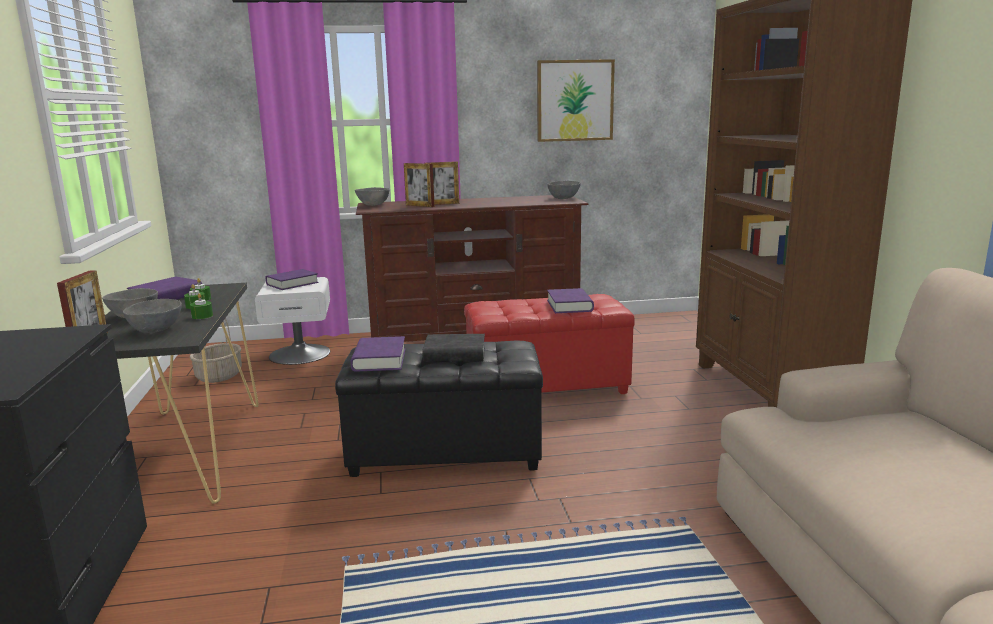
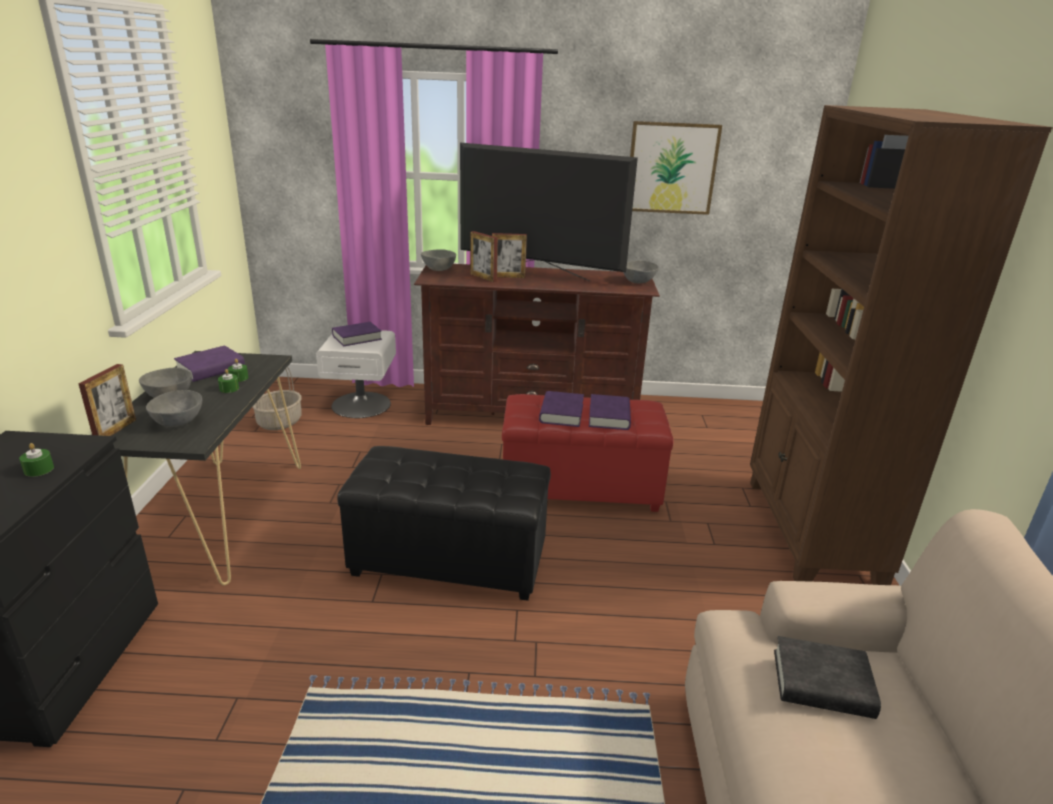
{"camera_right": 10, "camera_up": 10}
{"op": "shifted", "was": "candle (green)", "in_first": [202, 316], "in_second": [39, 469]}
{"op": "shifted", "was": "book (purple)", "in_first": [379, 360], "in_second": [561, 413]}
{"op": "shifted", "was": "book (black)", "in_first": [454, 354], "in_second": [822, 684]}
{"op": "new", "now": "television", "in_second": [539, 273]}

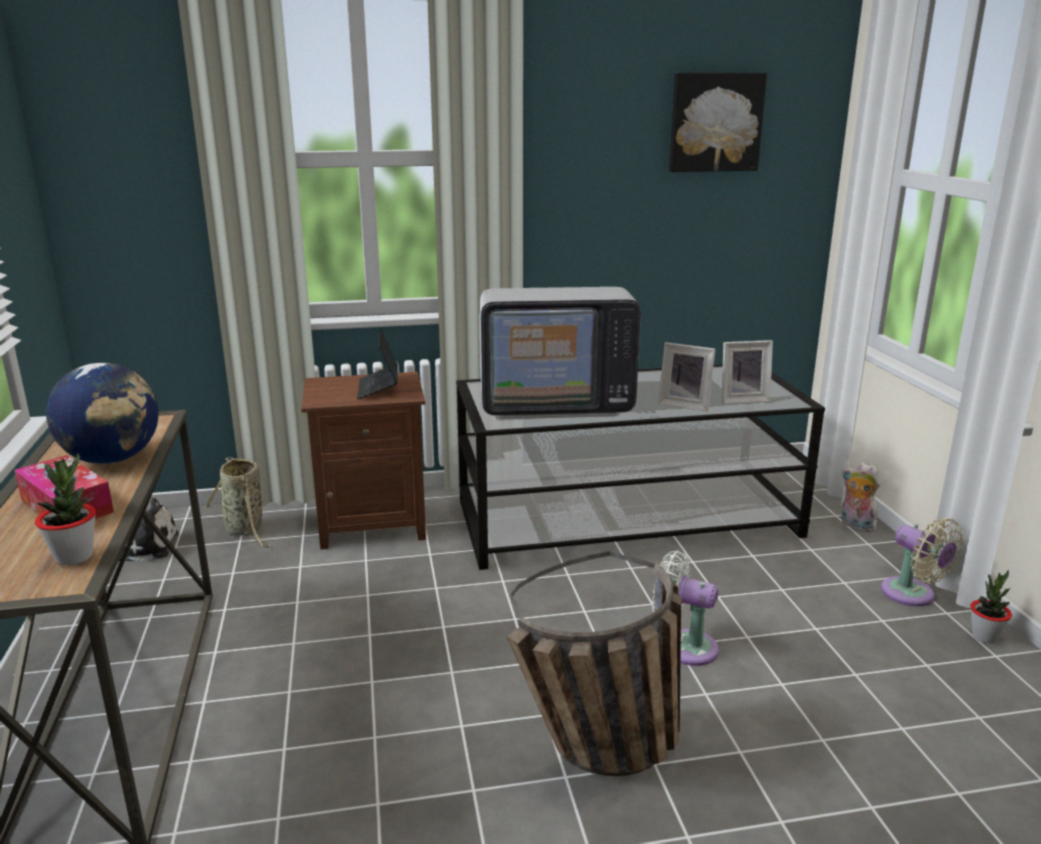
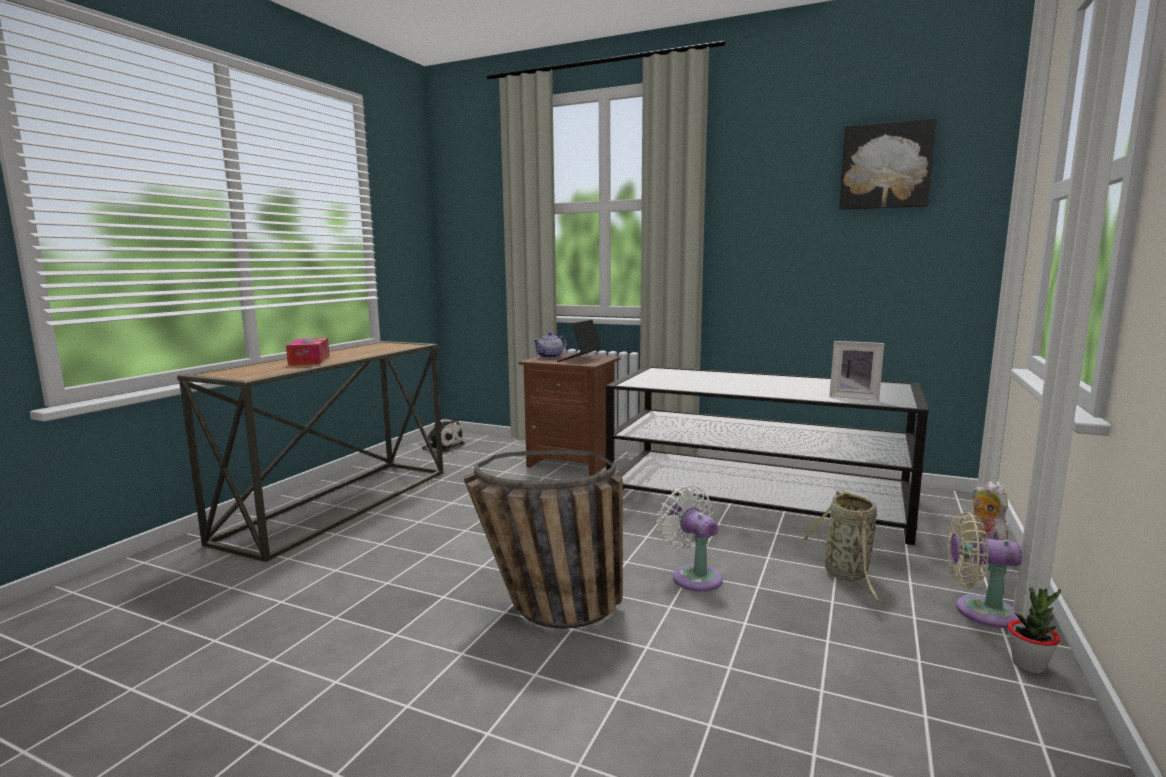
{"camera_right": 35, "camera_up": -10}
{"op": "gone", "was": "potted plant", "in_first": [74, 557]}
{"op": "gone", "was": "globe", "in_first": [113, 459]}
{"op": "shifted", "was": "basket", "in_first": [245, 530], "in_second": [847, 575]}
{"op": "gone", "was": "television", "in_first": [554, 403]}
{"op": "gone", "was": "picture frame", "in_first": [685, 404]}
{"op": "rotated", "was": "fan (beige)", "in_first": [912, 595], "in_second": [979, 611], "clockwise": 105}
{"op": "new", "now": "teapot", "in_second": [550, 357]}

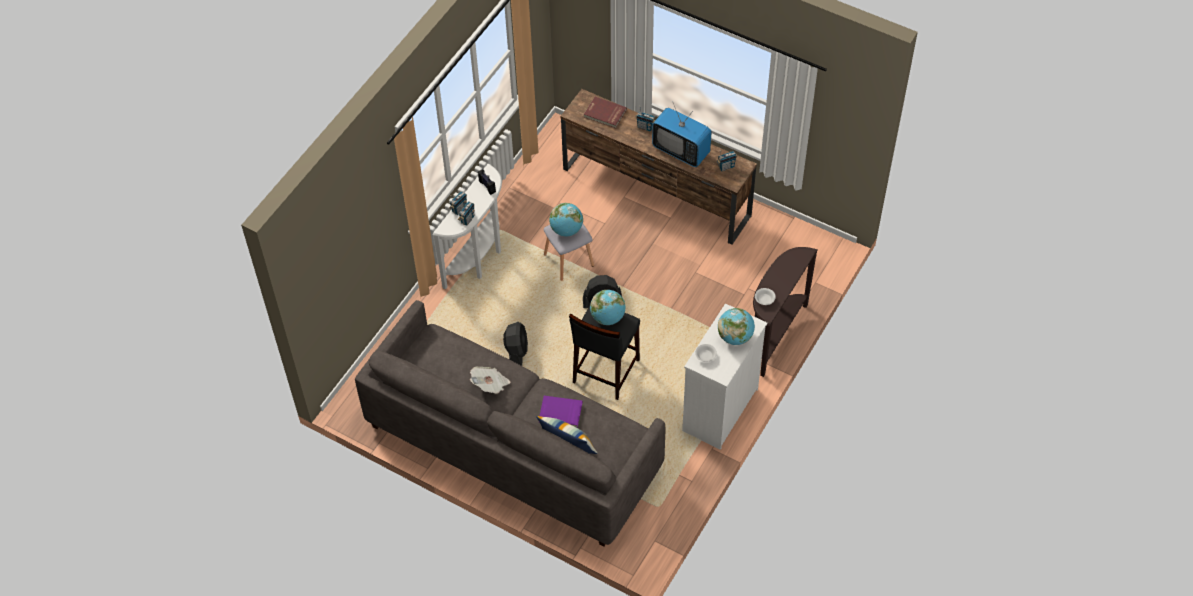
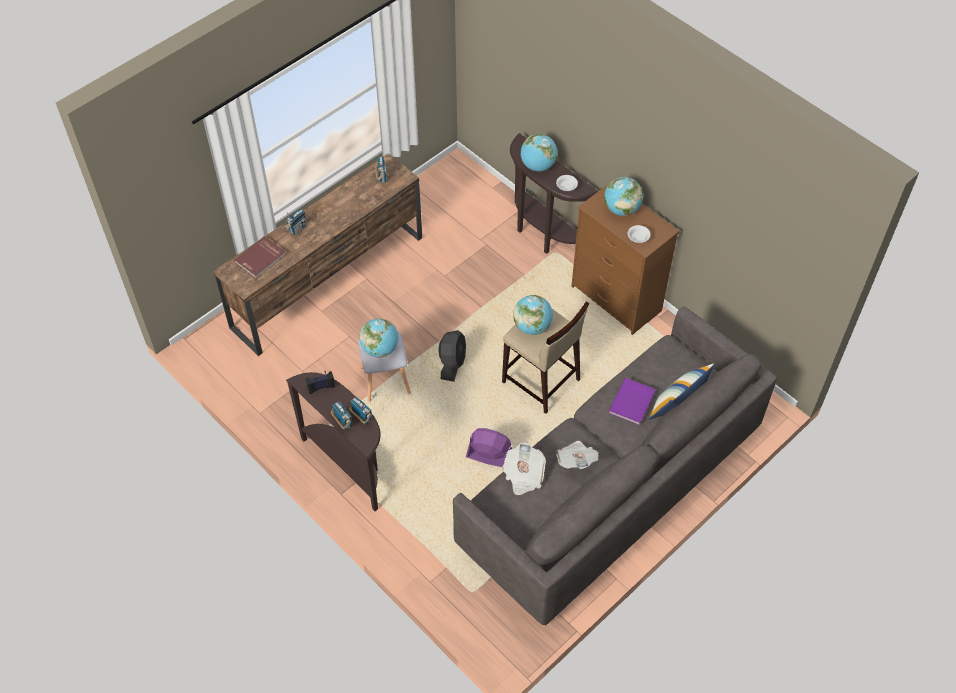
{"camera_right": -75, "camera_up": 0}
{"op": "repainted", "was": "console table (white)", "now": "console table (brown)", "in_first": [479, 259], "in_second": [349, 465]}
{"op": "repainted", "was": "fan (black)", "now": "fan (purple)", "in_first": [516, 352], "in_second": [489, 457]}
{"op": "repainted", "was": "stool (black)", "now": "stool (beige)", "in_first": [605, 371], "in_second": [541, 382]}
{"op": "gone", "was": "television", "in_first": [681, 150]}
{"op": "repainted", "was": "dresser (white)", "now": "dresser (brown)", "in_first": [719, 410], "in_second": [616, 299]}
{"op": "new", "now": "newspaper", "in_second": [523, 475]}
{"op": "new", "now": "globe", "in_second": [538, 166]}

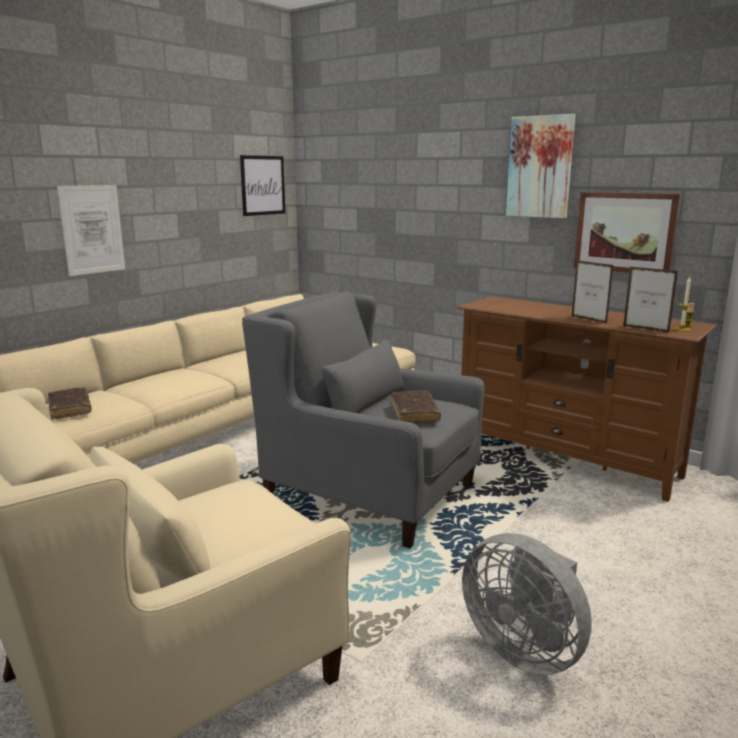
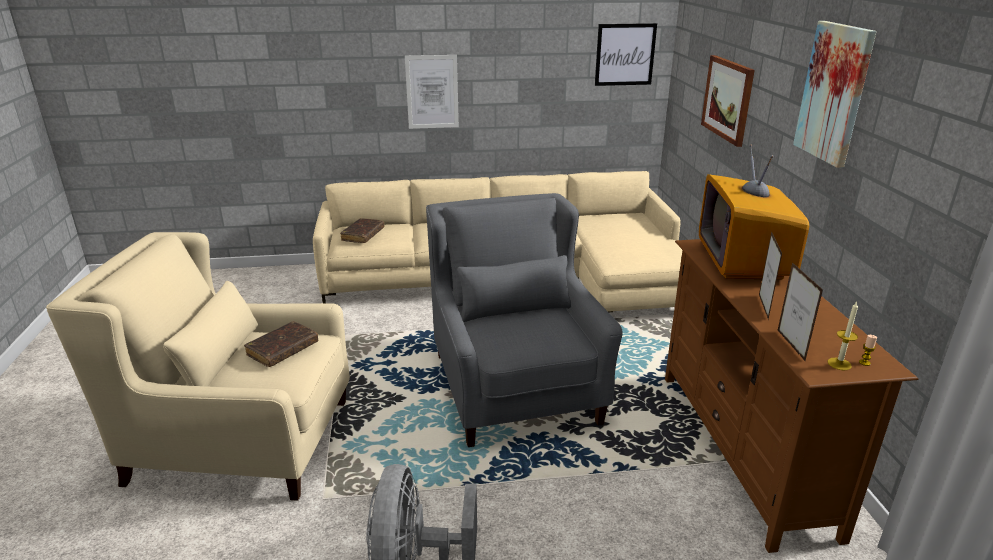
{"camera_right": 45, "camera_up": 10}
{"op": "shifted", "was": "book (brown)", "in_first": [414, 414], "in_second": [283, 350]}
{"op": "shifted", "was": "picture", "in_first": [624, 232], "in_second": [728, 99]}
{"op": "new", "now": "television", "in_second": [743, 262]}

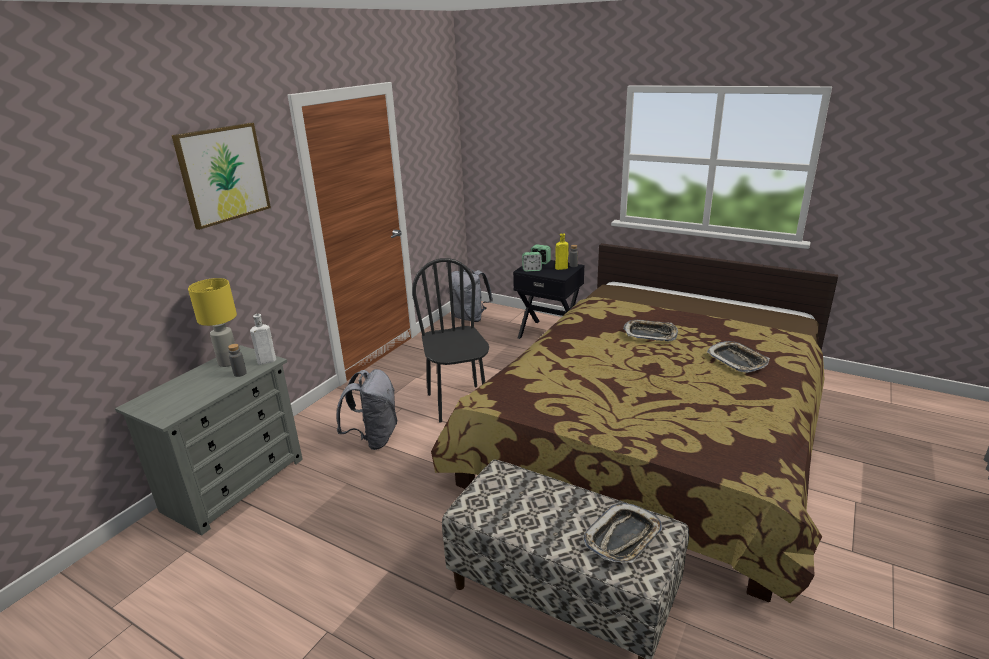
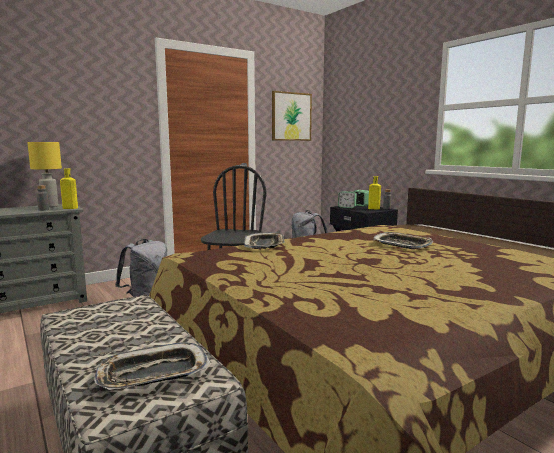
{"camera_right": 25, "camera_up": -15}
{"op": "shifted", "was": "picture", "in_first": [223, 174], "in_second": [291, 116]}
{"op": "repainted", "was": "bottle (white)", "now": "bottle (yellow)", "in_first": [265, 361], "in_second": [69, 208]}
{"op": "shifted", "was": "tray", "in_first": [737, 360], "in_second": [264, 245]}

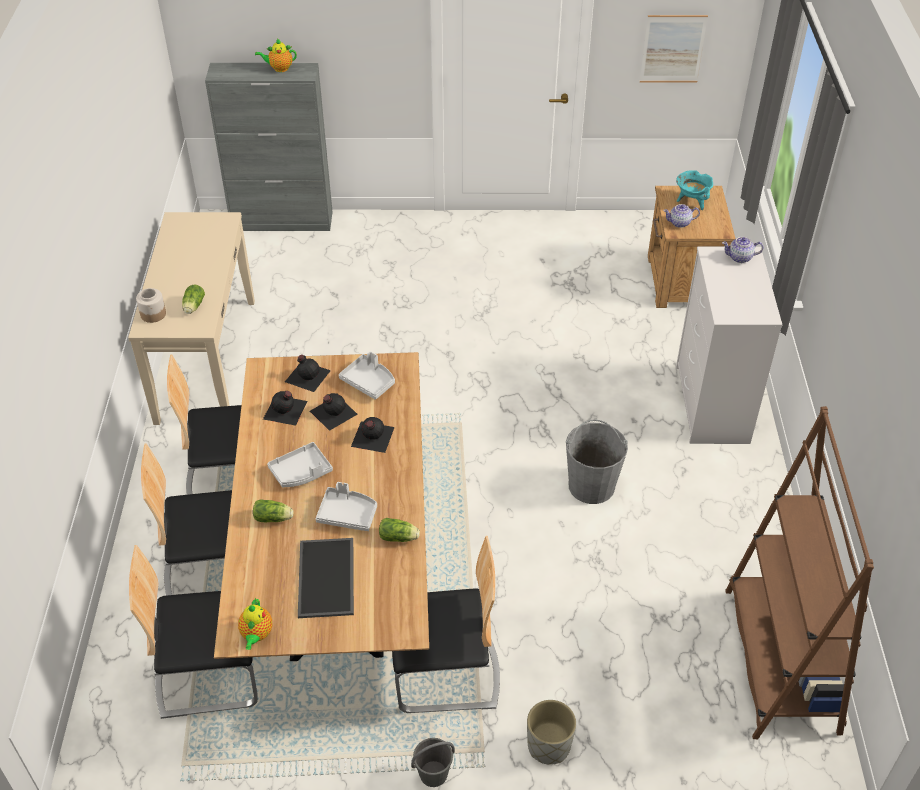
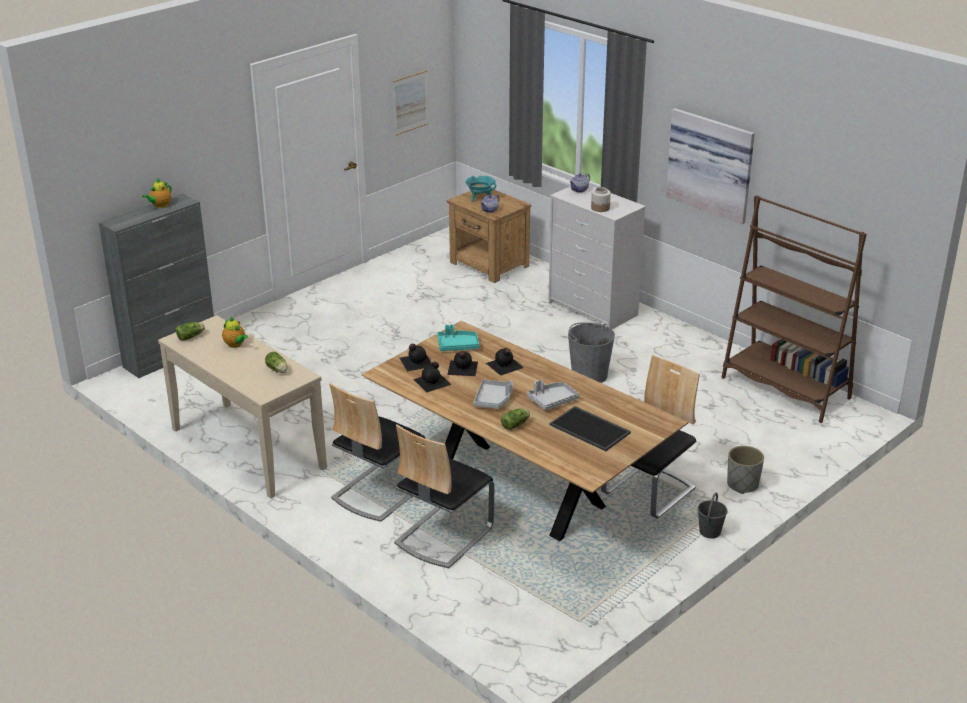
{"camera_right": -45, "camera_up": -15}
{"op": "gone", "was": "chair", "in_first": [209, 674]}
{"op": "shifted", "was": "jar", "in_first": [153, 314], "in_second": [600, 208]}
{"op": "shifted", "was": "teapot", "in_first": [256, 635], "in_second": [235, 345]}
{"op": "repainted", "was": "tray (grey)", "now": "tray (turquoise)", "in_first": [369, 382], "in_second": [457, 346]}
{"op": "shifted", "was": "lettuce", "in_first": [399, 537], "in_second": [191, 336]}
{"op": "new", "now": "picture", "in_second": [712, 164]}

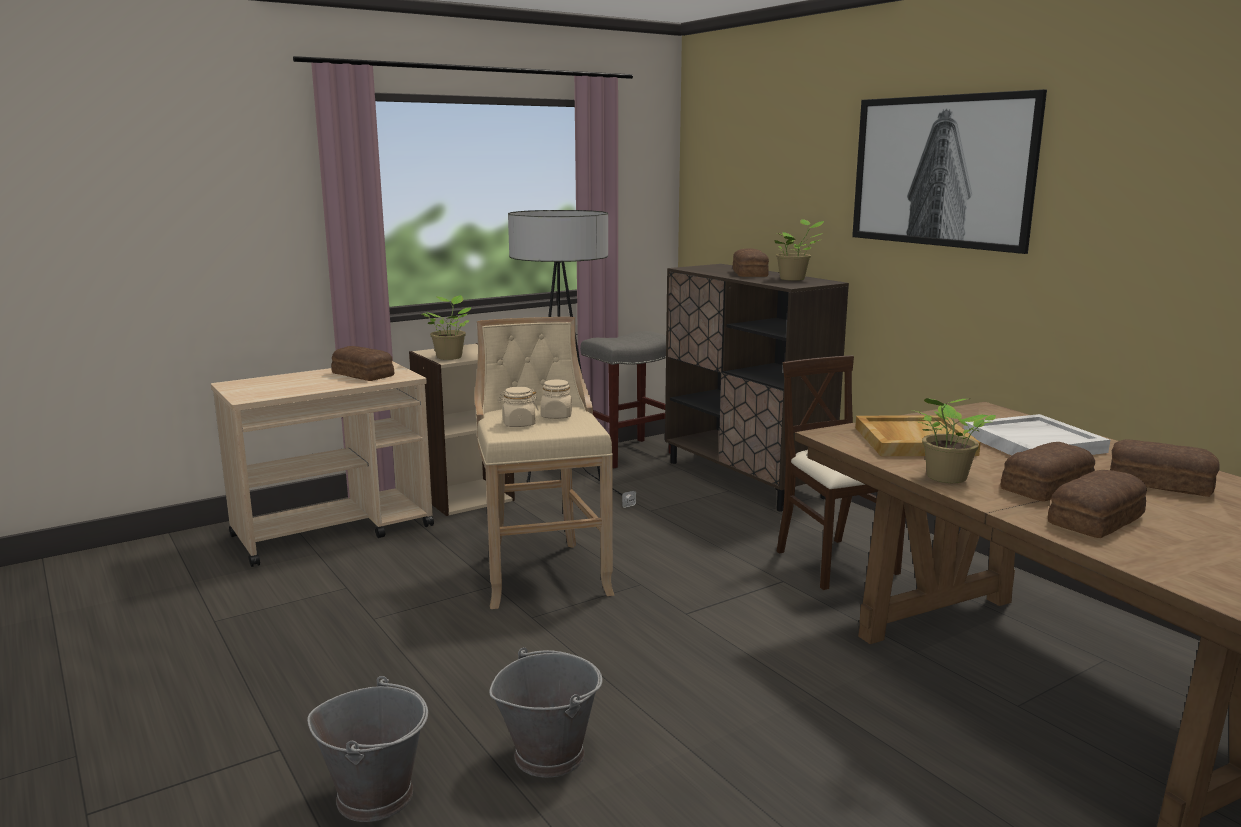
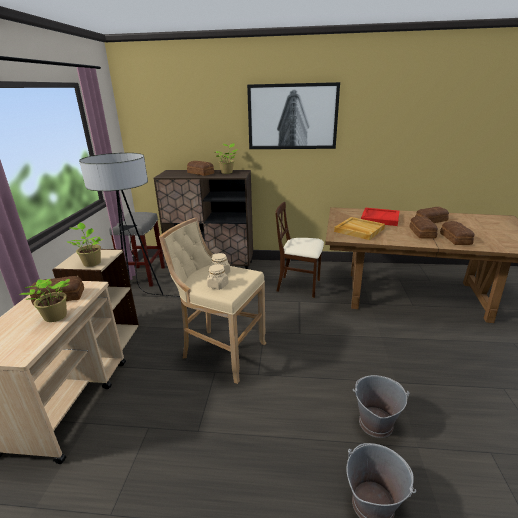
{"camera_right": -50, "camera_up": 10}
{"op": "shifted", "was": "potted plant", "in_first": [945, 478], "in_second": [55, 317]}
{"op": "repainted", "was": "tray (white)", "now": "tray (red)", "in_first": [1033, 443], "in_second": [379, 218]}

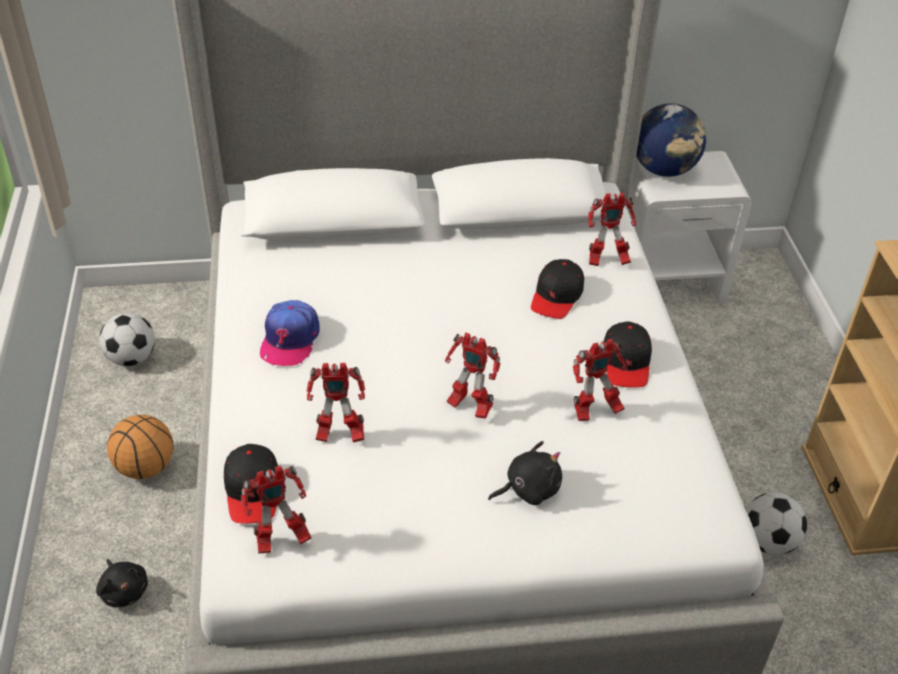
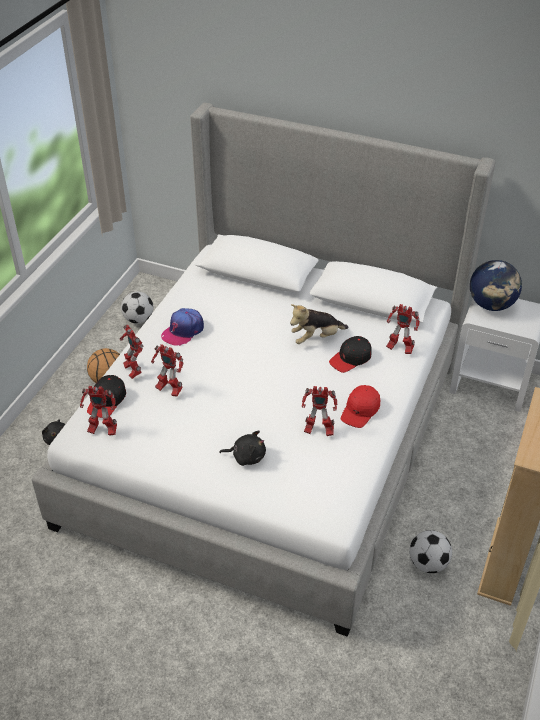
{"camera_right": 30, "camera_up": 0}
{"op": "shifted", "was": "toy robot", "in_first": [469, 406], "in_second": [133, 370]}
{"op": "repainted", "was": "cap (black)", "now": "cap (red)", "in_first": [626, 362], "in_second": [360, 411]}
{"op": "new", "now": "plush toy", "in_second": [316, 338]}

